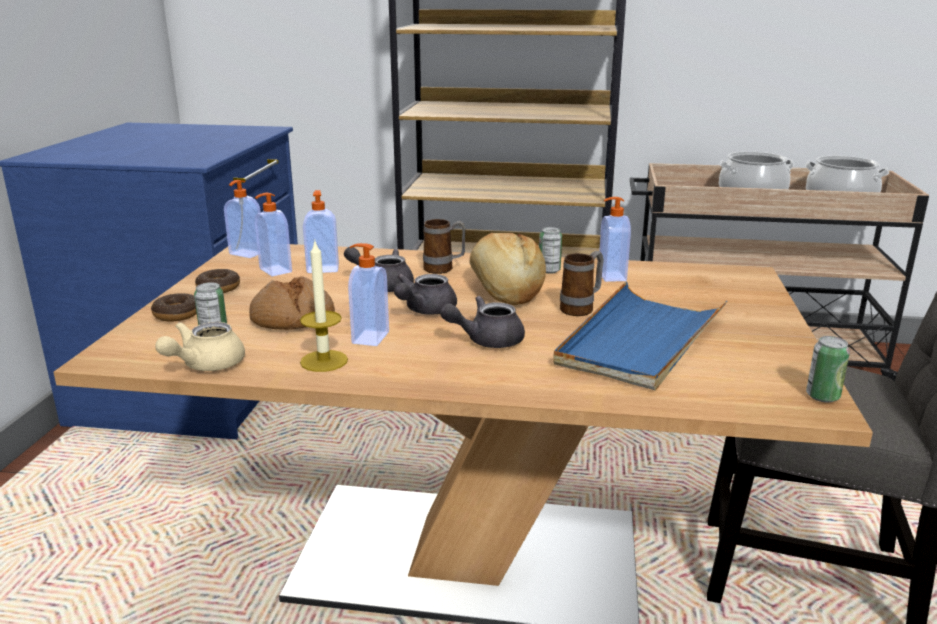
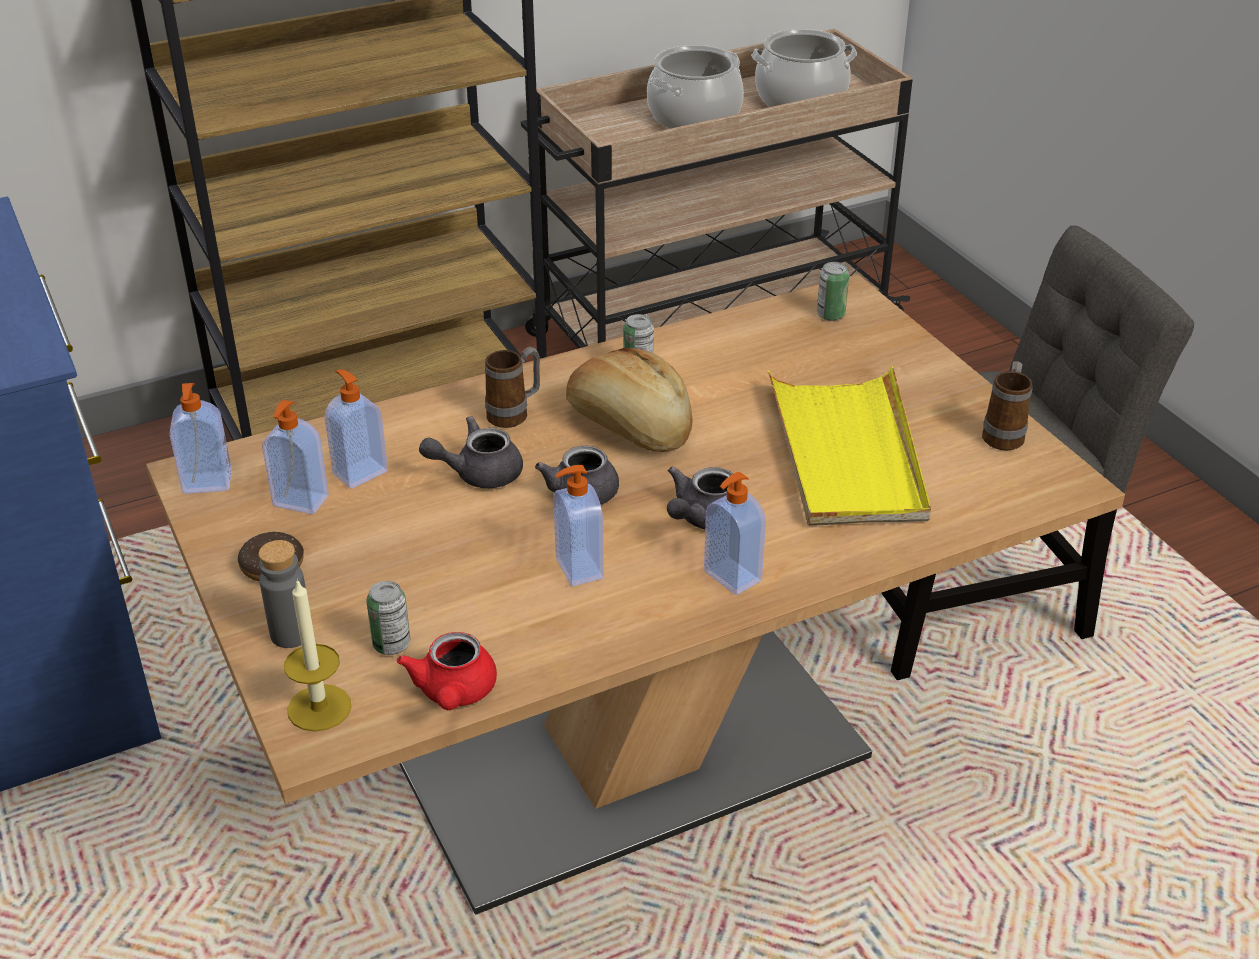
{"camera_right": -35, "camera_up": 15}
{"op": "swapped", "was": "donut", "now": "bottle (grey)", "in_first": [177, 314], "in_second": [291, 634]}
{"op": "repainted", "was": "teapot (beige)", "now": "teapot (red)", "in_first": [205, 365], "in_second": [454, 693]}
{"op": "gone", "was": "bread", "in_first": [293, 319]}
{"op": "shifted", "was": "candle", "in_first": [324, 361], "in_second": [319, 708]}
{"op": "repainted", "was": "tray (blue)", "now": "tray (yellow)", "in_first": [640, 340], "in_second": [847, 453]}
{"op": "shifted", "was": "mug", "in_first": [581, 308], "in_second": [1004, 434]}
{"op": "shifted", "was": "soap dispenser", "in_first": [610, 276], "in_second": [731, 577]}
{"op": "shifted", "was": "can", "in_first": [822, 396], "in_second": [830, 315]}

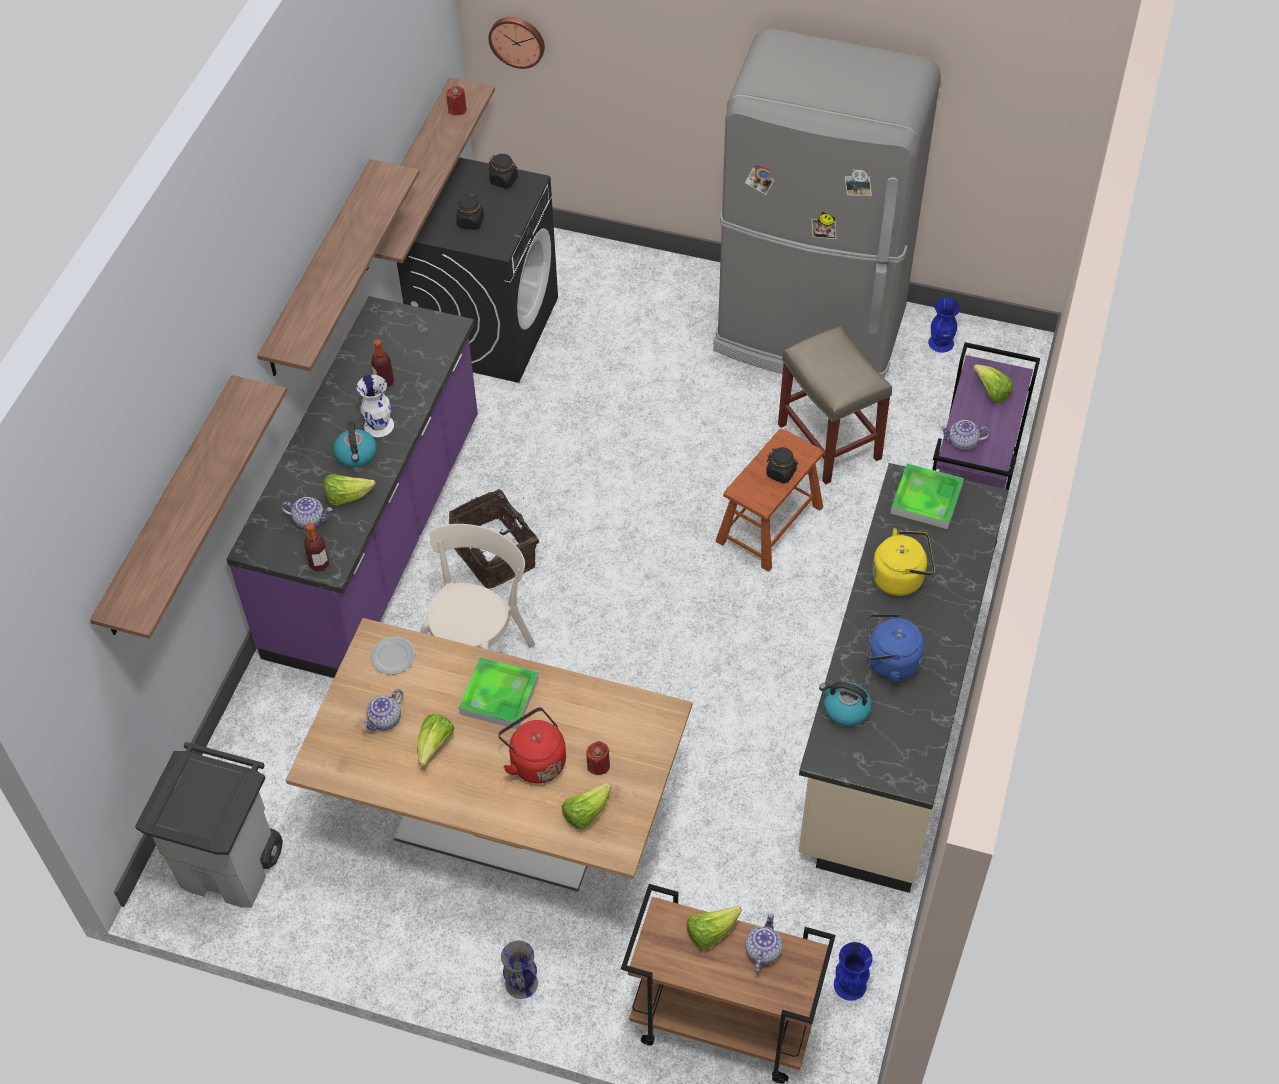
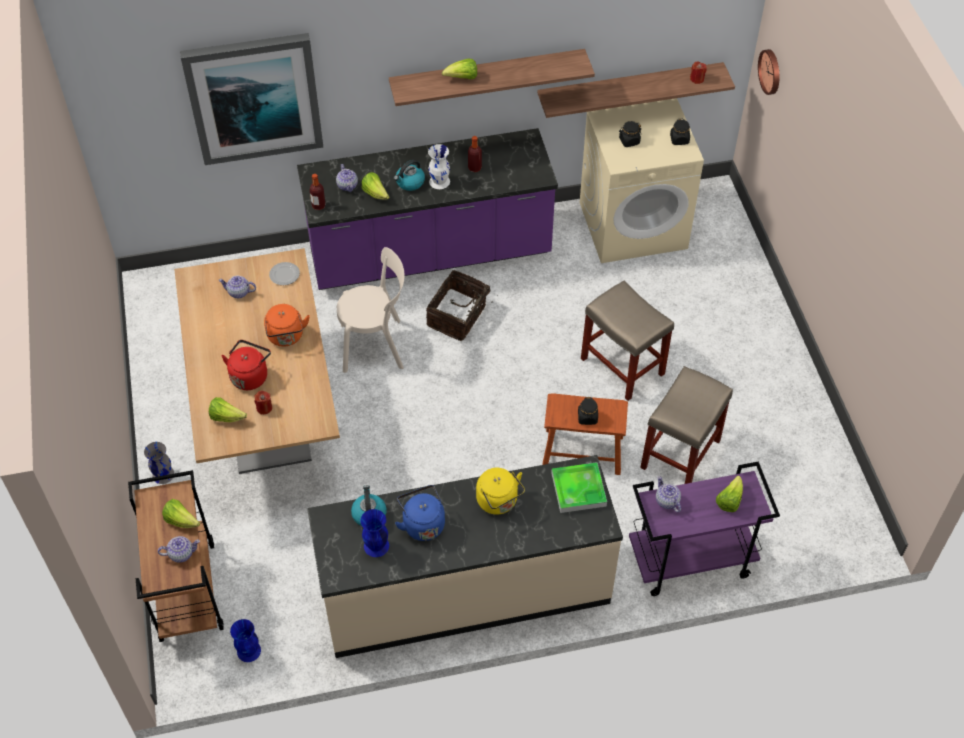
{"camera_right": 60, "camera_up": 0}
{"op": "swapped", "was": "shelf", "now": "picture", "in_first": [170, 508], "in_second": [254, 97]}
{"op": "gone", "was": "trash can (grey)", "in_first": [232, 866]}
{"op": "repainted", "was": "washing machine (black)", "now": "washing machine (beige)", "in_first": [485, 327], "in_second": [633, 225]}
{"op": "shifted", "was": "lettuce", "in_first": [434, 746], "in_second": [462, 78]}
{"op": "swapped", "was": "tray", "now": "kettle (orange)", "in_first": [499, 696], "in_second": [286, 337]}
{"op": "gone", "was": "fridge (grey)", "in_first": [810, 332]}
{"op": "shifted", "was": "vase (blue)", "in_first": [941, 343], "in_second": [376, 546]}
{"op": "new", "now": "stool (beige)", "in_second": [623, 367]}

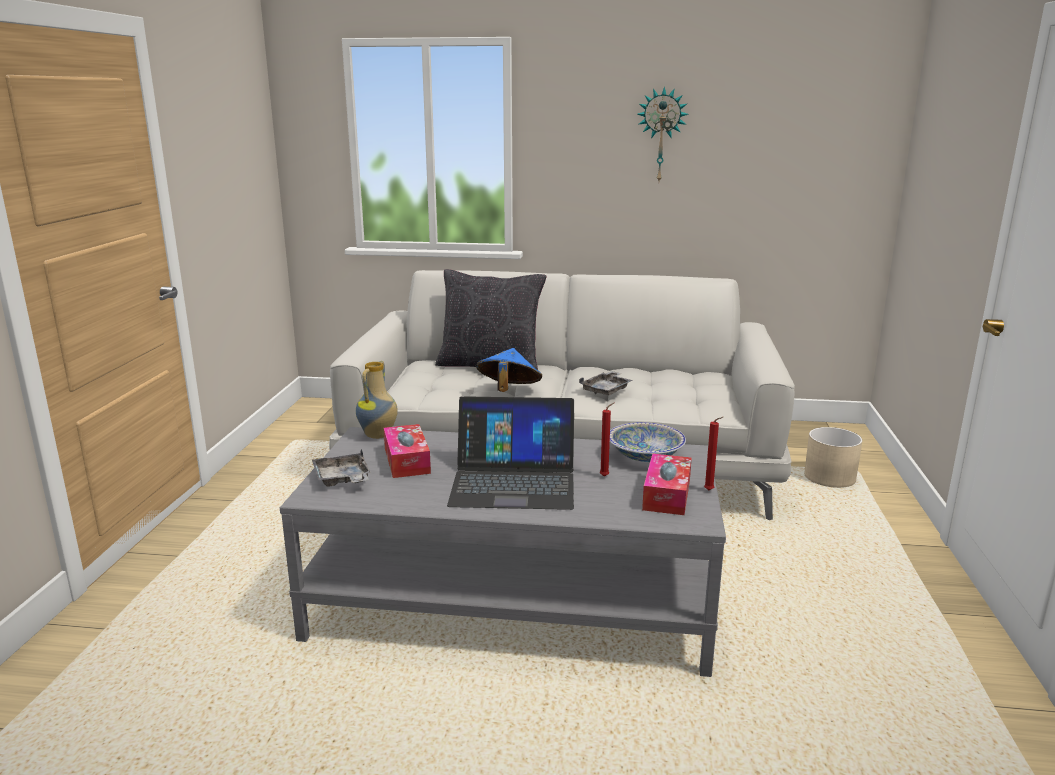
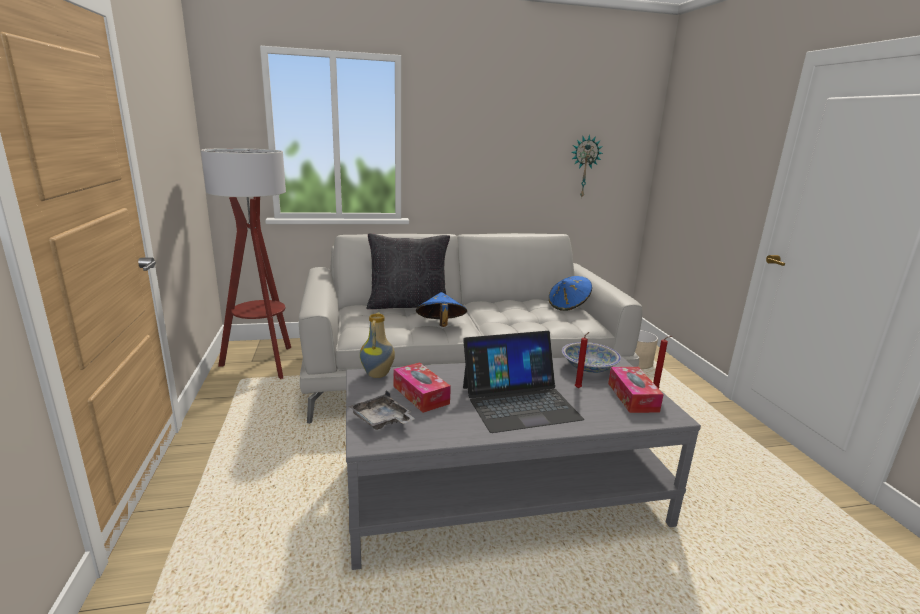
{"camera_right": -20, "camera_up": 0}
{"op": "gone", "was": "tray (grey)", "in_first": [606, 390]}
{"op": "shifted", "was": "wall clock", "in_first": [661, 135], "in_second": [584, 166]}
{"op": "new", "now": "floor lamp", "in_second": [264, 363]}
{"op": "new", "now": "hat (blue)", "in_second": [568, 306]}

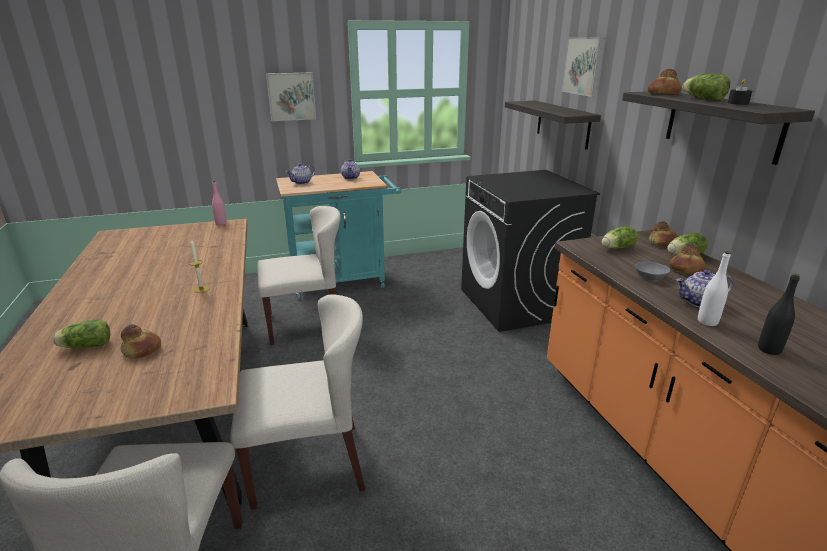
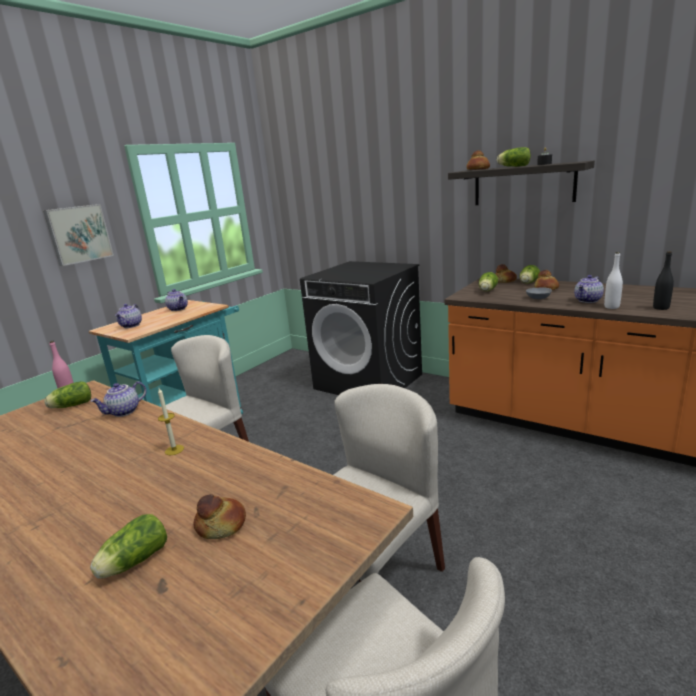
{"camera_right": -35, "camera_up": -5}
{"op": "gone", "was": "shelf", "in_first": [562, 124]}
{"op": "gone", "was": "picture", "in_first": [585, 66]}
{"op": "new", "now": "lettuce", "in_second": [71, 406]}
{"op": "new", "now": "teapot", "in_second": [124, 412]}

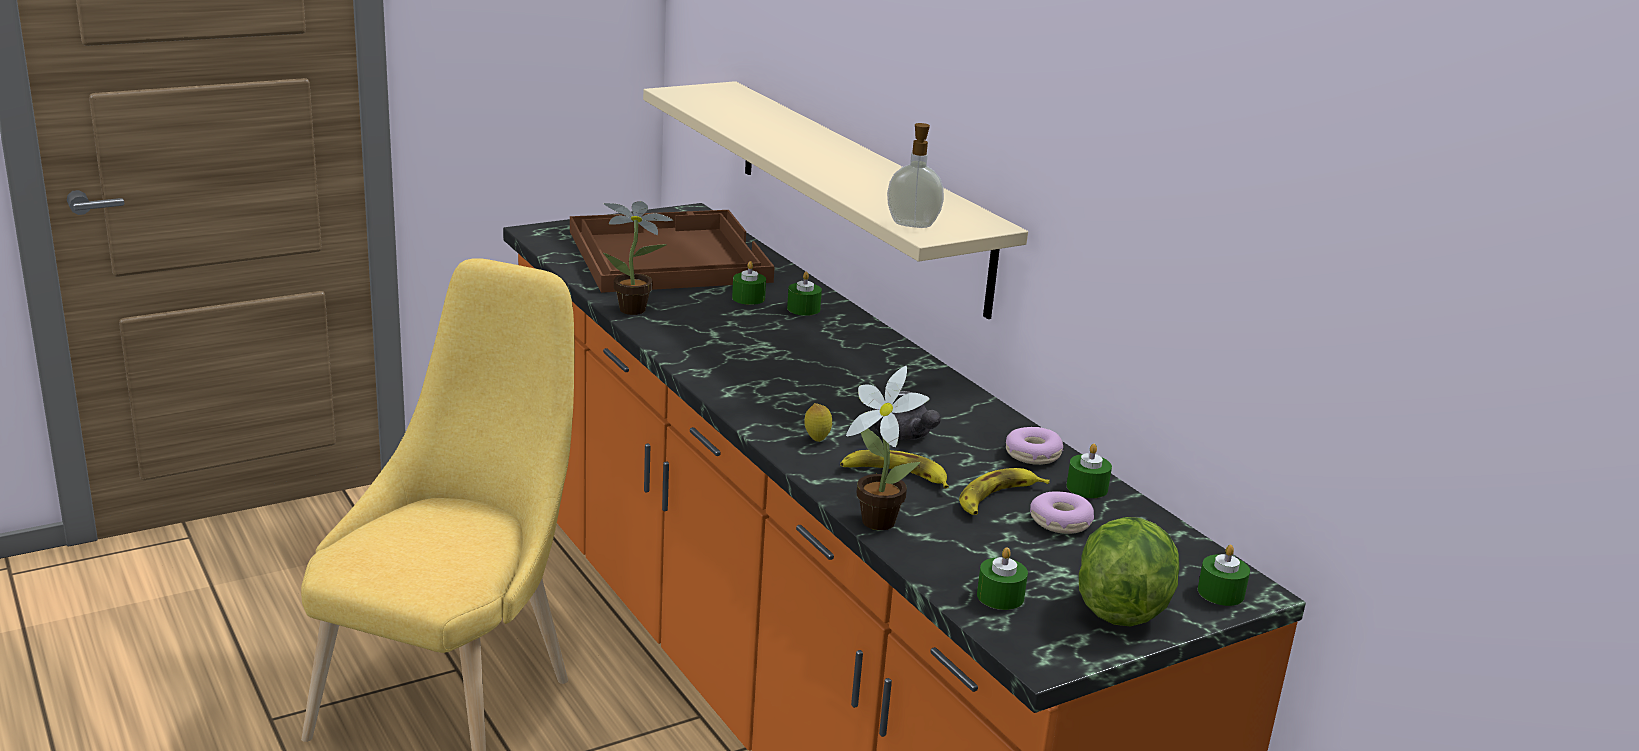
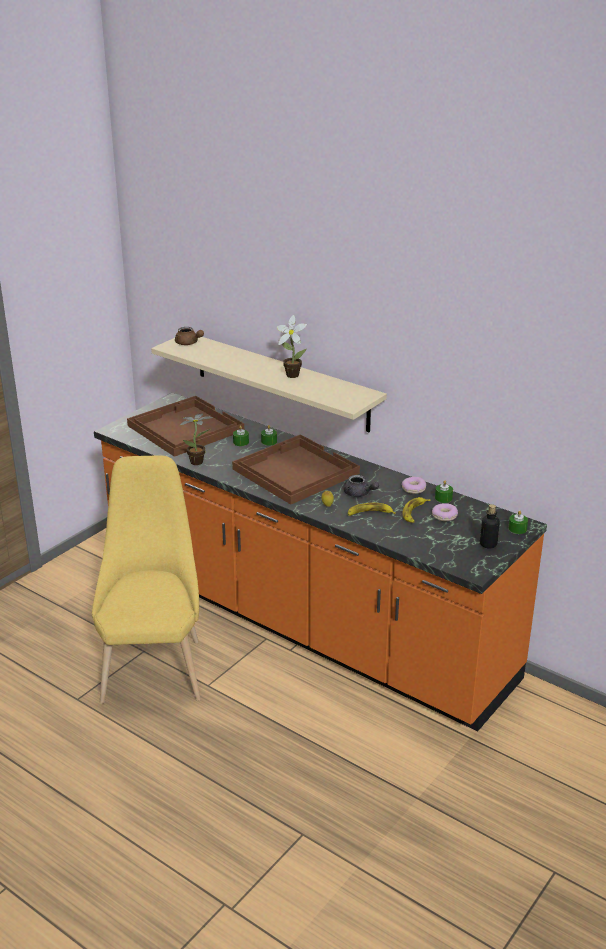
{"camera_right": -20, "camera_up": 5}
{"op": "shifted", "was": "potted plant", "in_first": [876, 518], "in_second": [291, 374]}
{"op": "gone", "was": "soap dispenser", "in_first": [912, 224]}
{"op": "gone", "was": "candle (green)", "in_first": [1000, 596]}
{"op": "swapped", "was": "lettuce", "now": "bottle", "in_first": [1122, 605], "in_second": [488, 544]}
{"op": "new", "now": "teapot (brown)", "in_second": [188, 343]}
{"op": "new", "now": "tray (brown)", "in_second": [294, 471]}

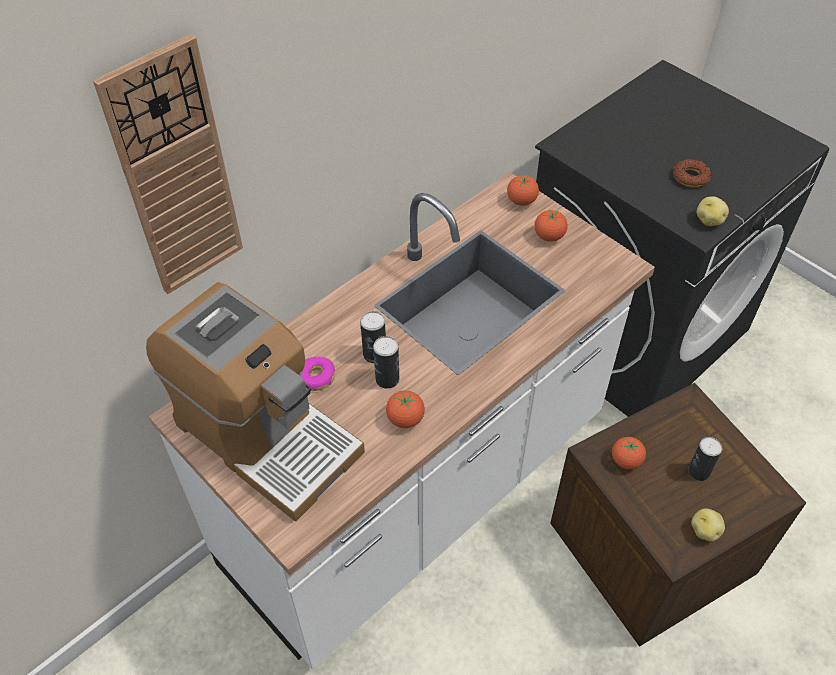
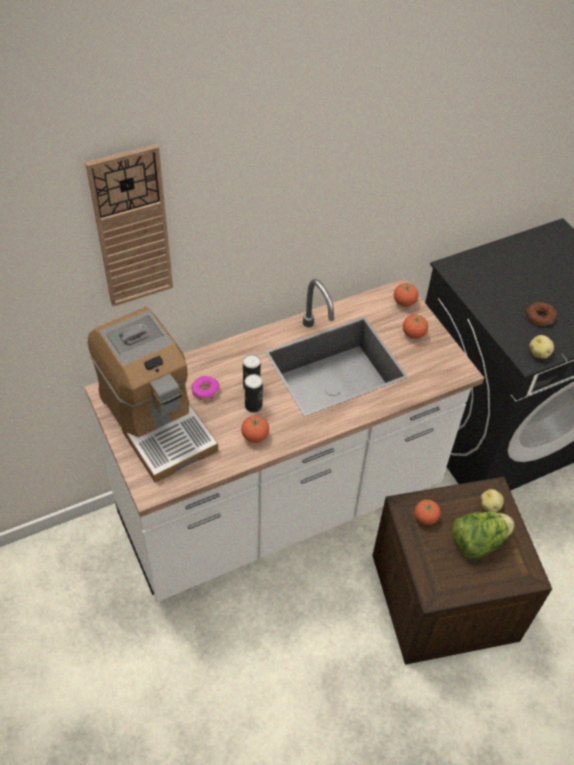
{"camera_right": 15, "camera_up": 0}
{"op": "swapped", "was": "can", "now": "lettuce", "in_first": [699, 471], "in_second": [478, 542]}
{"op": "shifted", "was": "potato", "in_first": [705, 530], "in_second": [490, 506]}

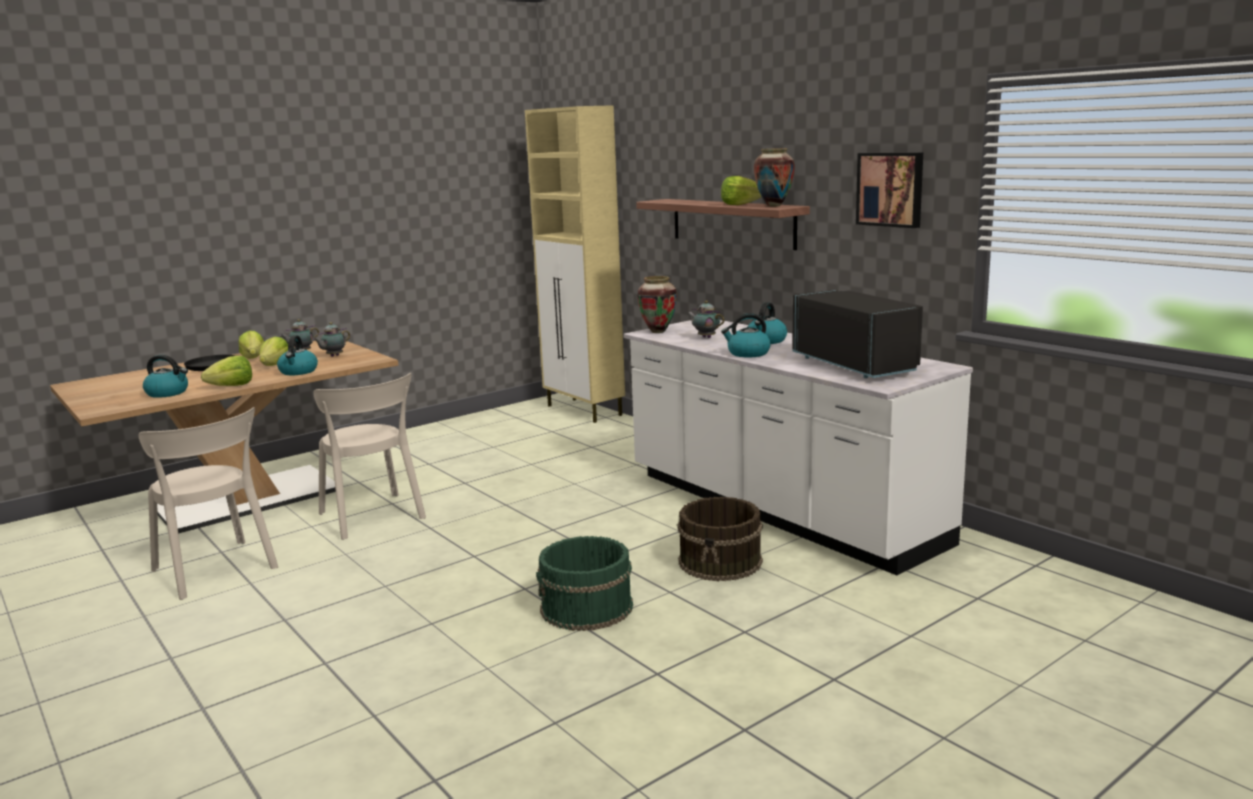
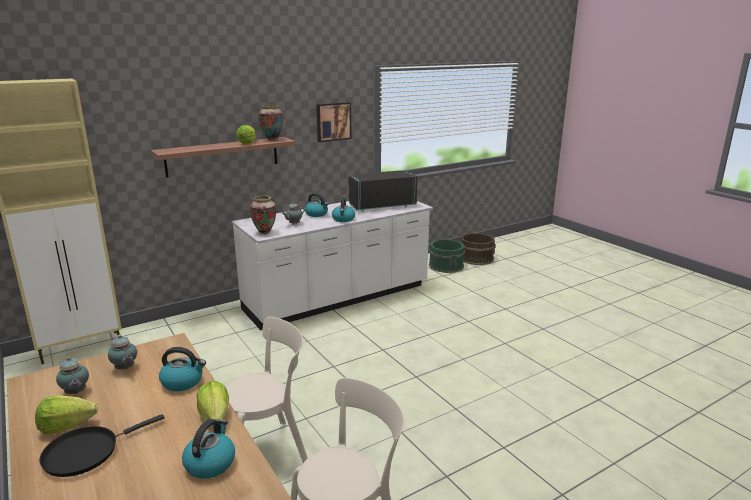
{"camera_right": -85, "camera_up": 5}
{"op": "gone", "was": "lettuce", "in_first": [275, 365]}
{"op": "shifted", "was": "bucket (green)", "in_first": [587, 608], "in_second": [446, 266]}
{"op": "shifted", "was": "bucket (brown)", "in_first": [721, 562], "in_second": [476, 258]}

